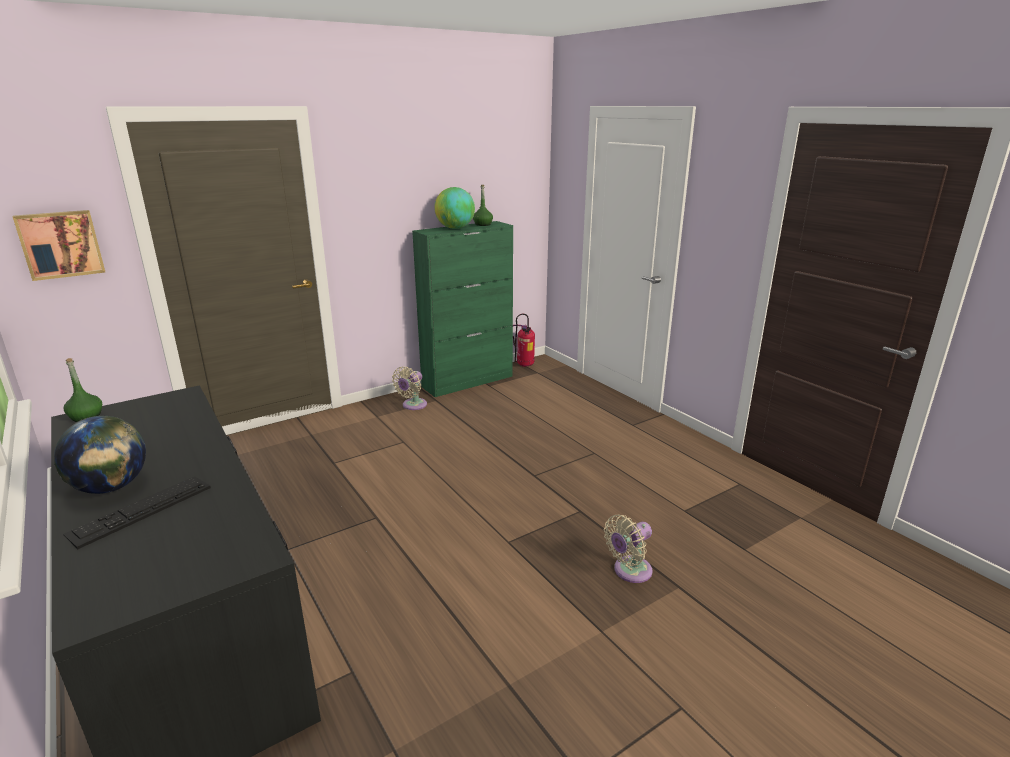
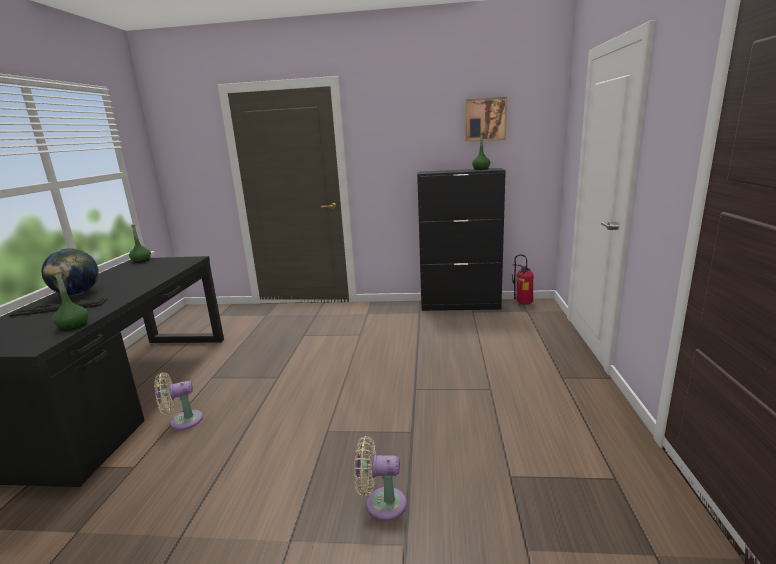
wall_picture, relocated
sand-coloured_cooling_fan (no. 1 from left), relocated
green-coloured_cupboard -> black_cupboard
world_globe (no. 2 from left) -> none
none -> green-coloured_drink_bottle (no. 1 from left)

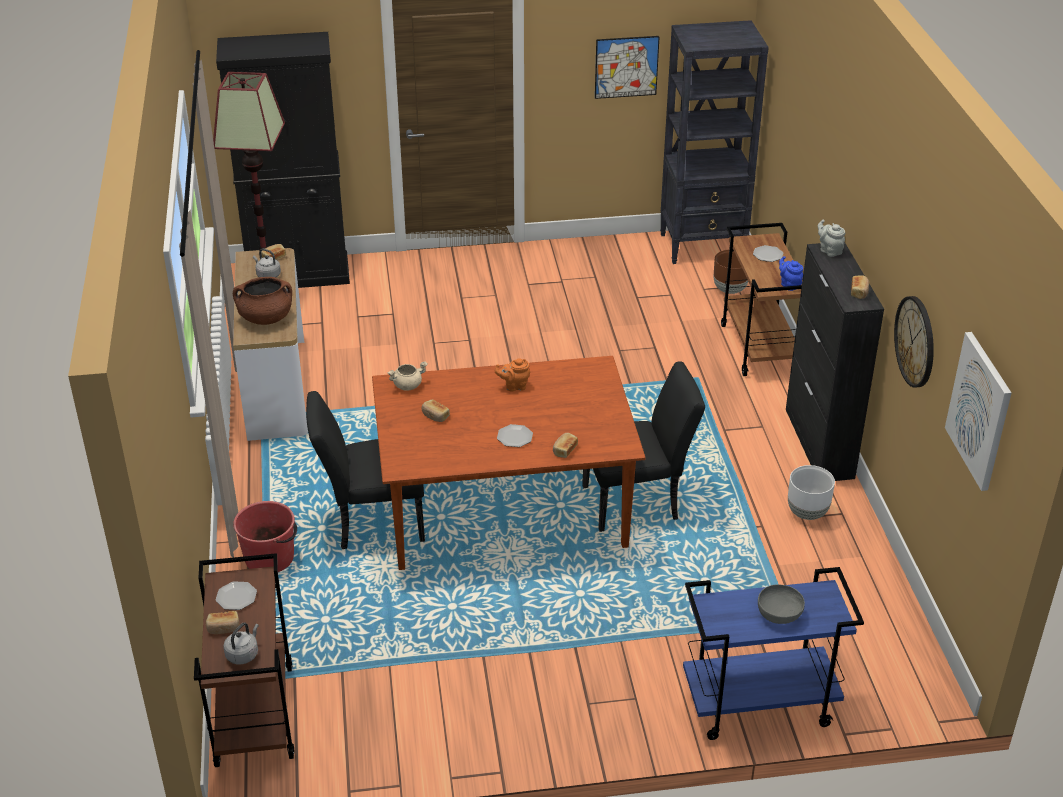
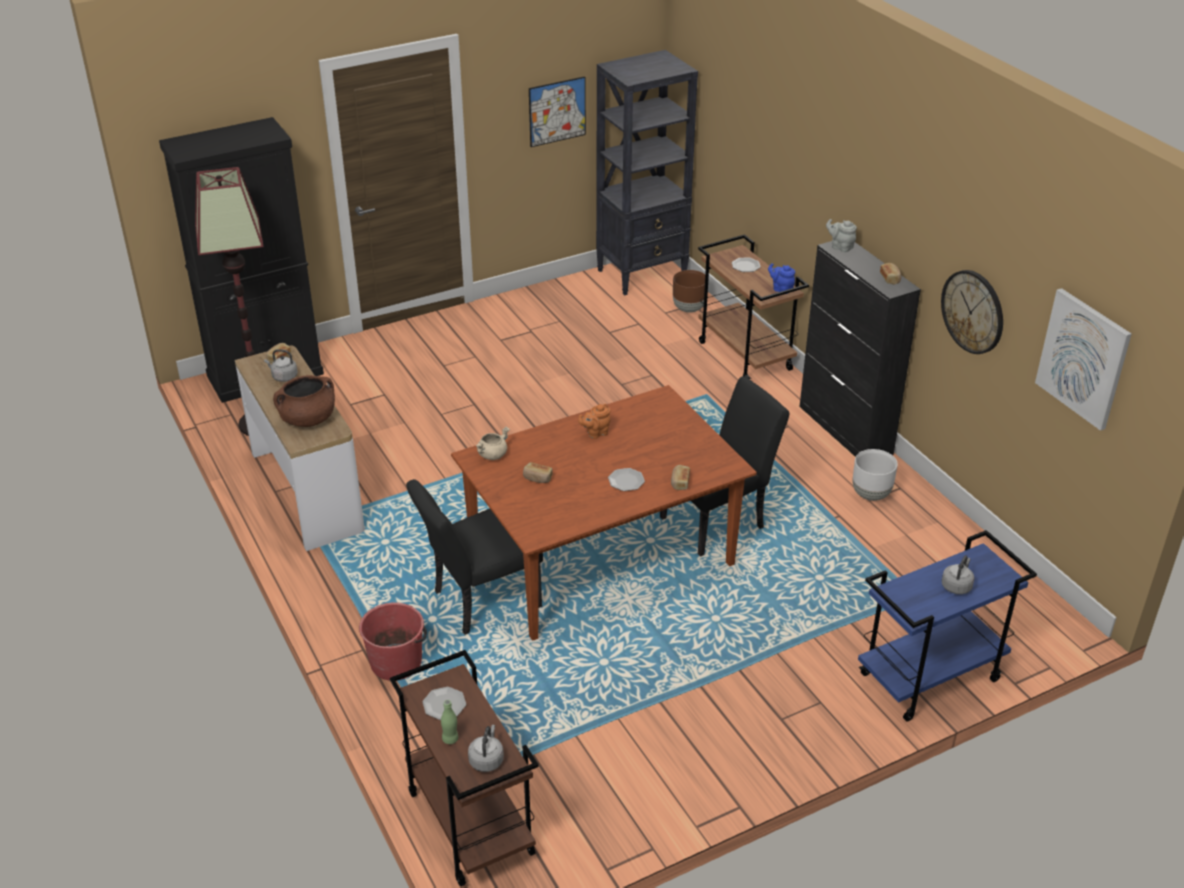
bread (no. 1 from left) -> green-coloured_drink_bottle
greyish_serving_bowl -> greyish_water_kettle (no. 3 from left)

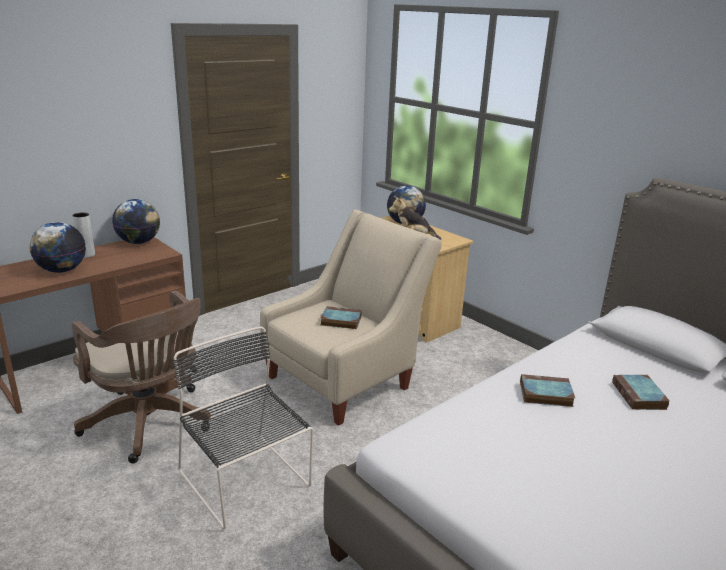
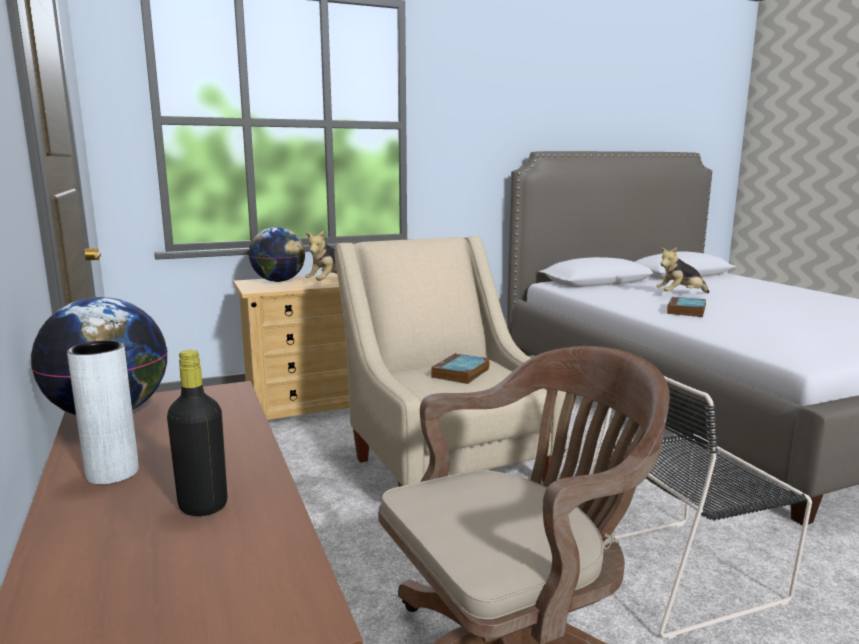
world_globe (no. 1 from left) -> black_drink_bottle
volume (no. 3 from left) -> plush_toy (no. 2 from left)

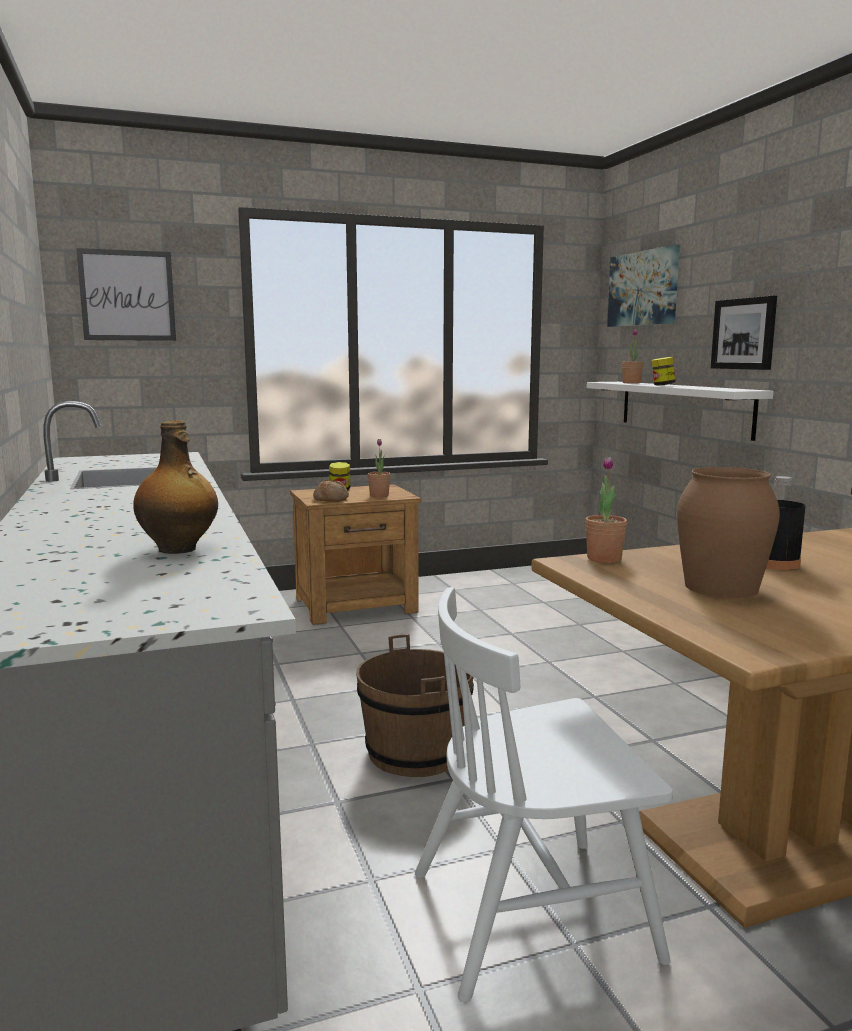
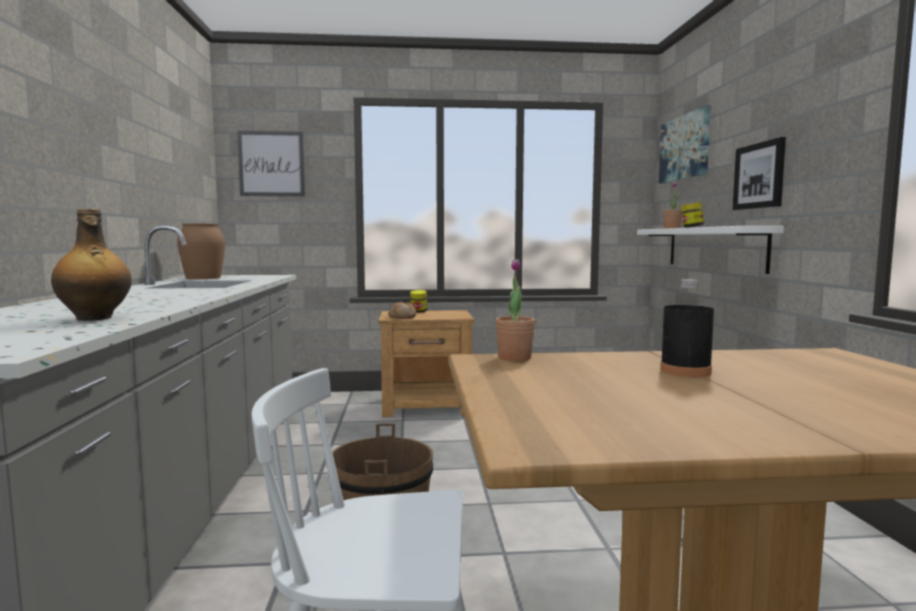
plant_in_a_pot (no. 1 from left) -> none
brownish_flower_vase, relocated

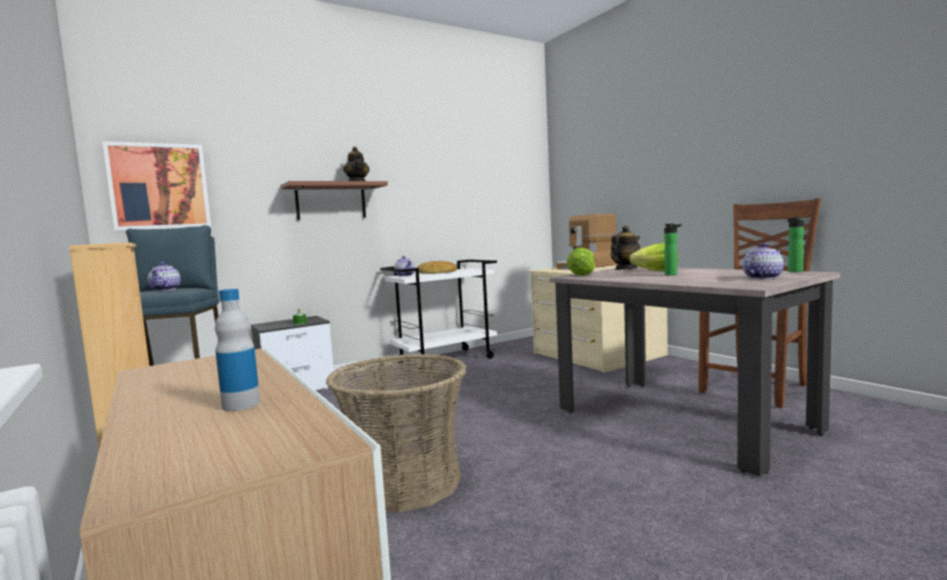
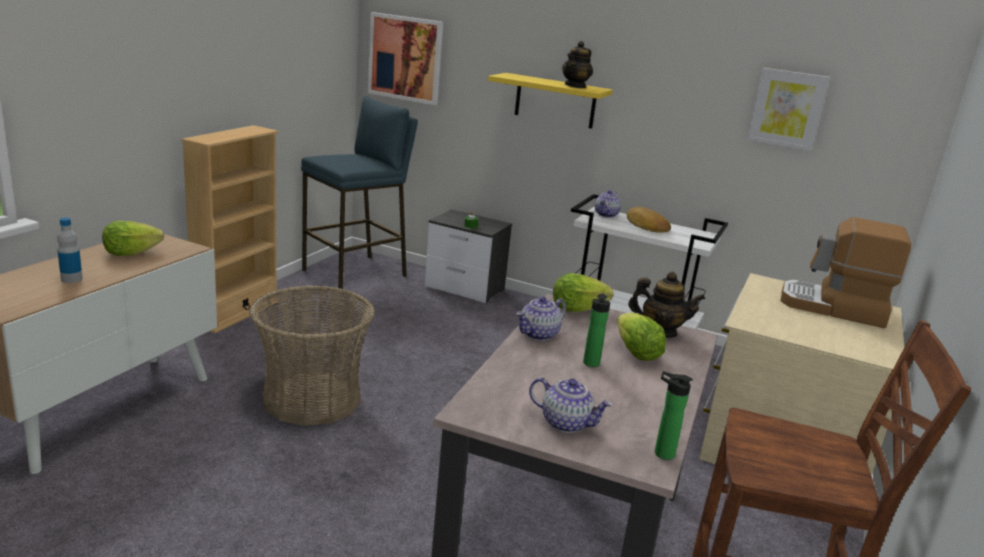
tea_pot (no. 1 from left), relocated
brownish_shelf -> yellowish_shelf
none -> lettuce_head (no. 1 from left)
none -> wall_picture (no. 2 from left)

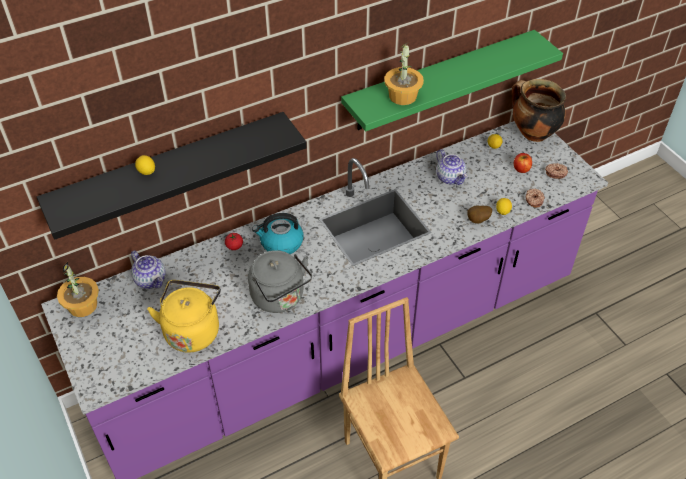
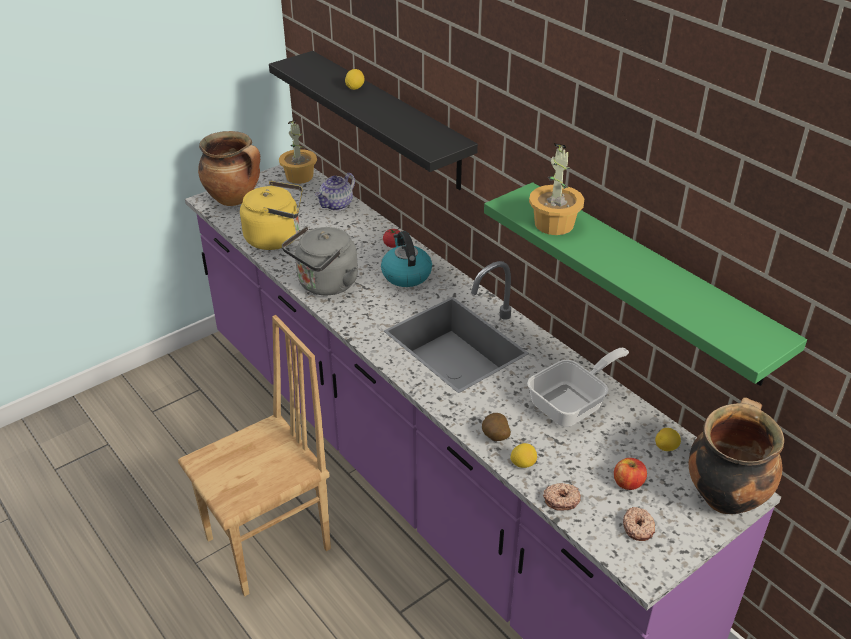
tea_pot (no. 2 from left) -> skillet
none -> cooking_pot (no. 1 from left)

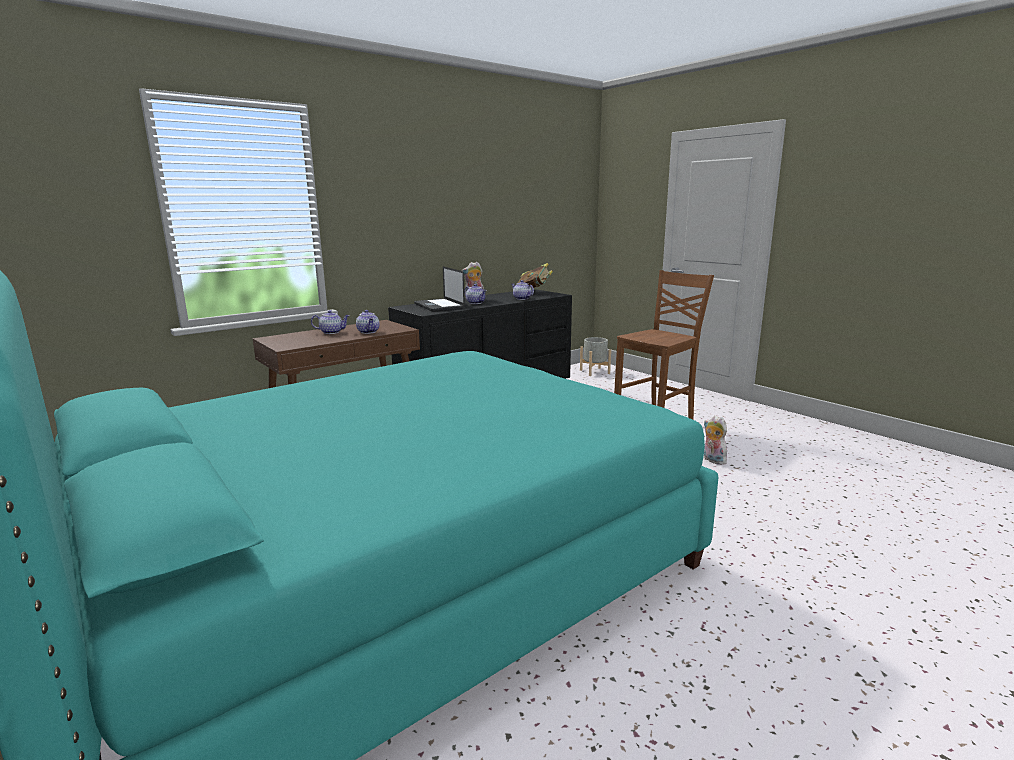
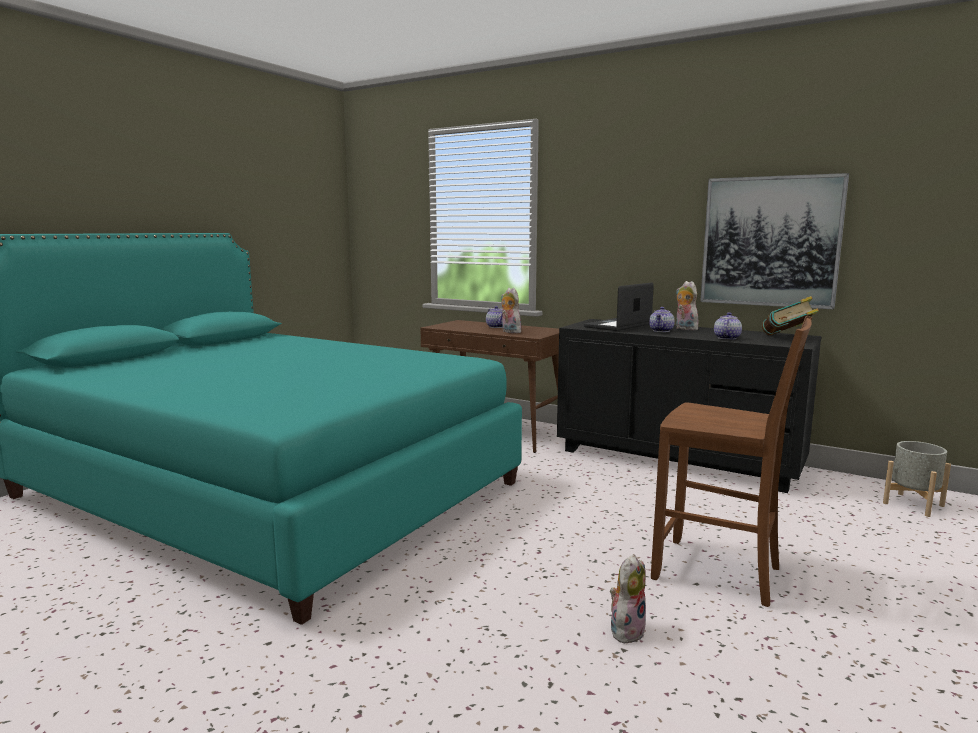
tea_pot (no. 2 from left) -> plush_toy (no. 1 from left)
none -> wall_picture

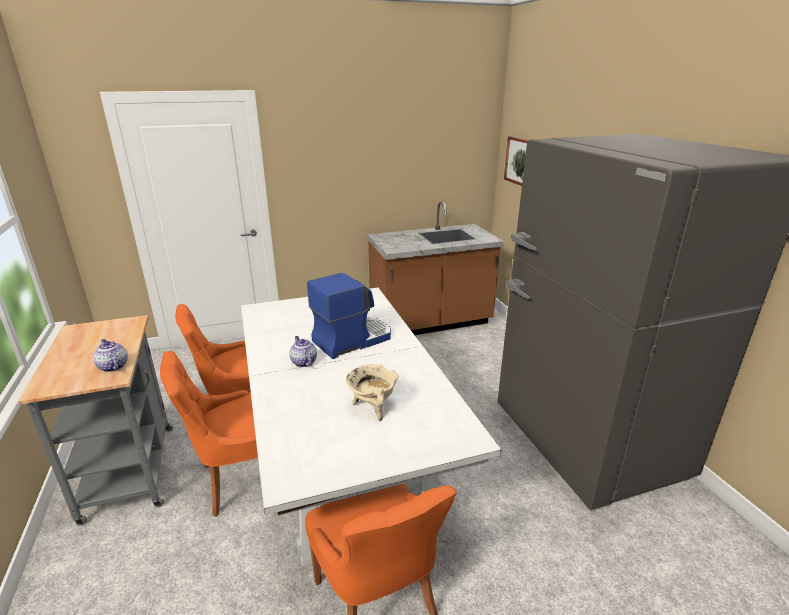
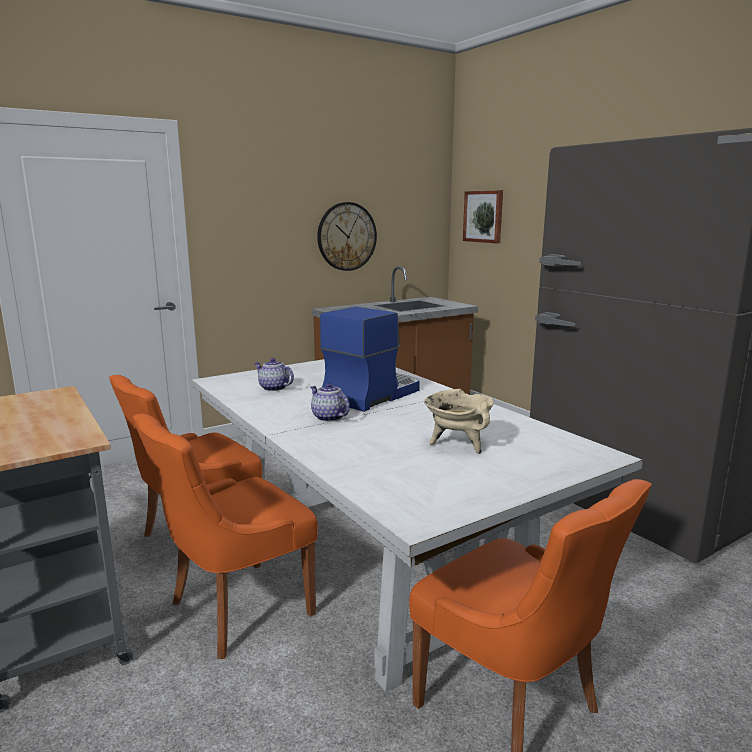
tea_pot (no. 1 from left), relocated
none -> hanging_clock

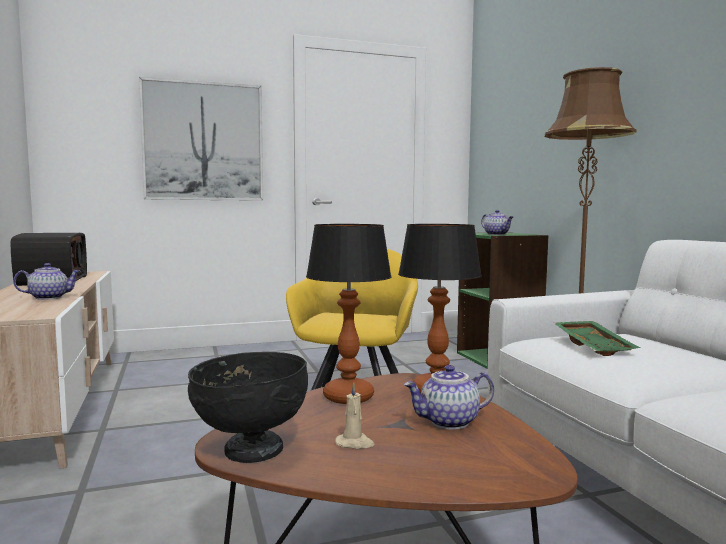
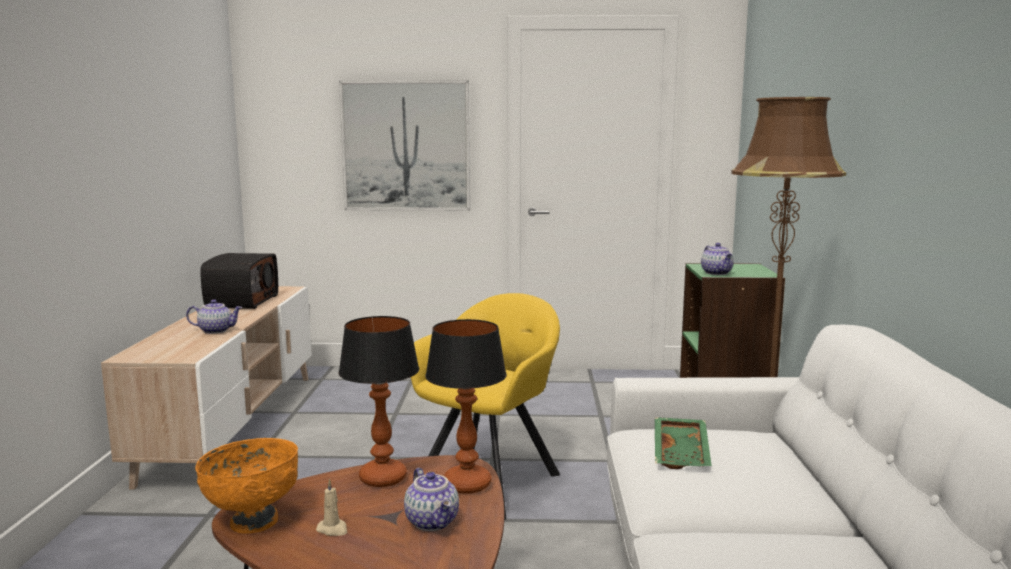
black_serving_bowl -> orangey_serving_bowl
tea_pot (no. 2 from left), 120 degrees counterclockwise

